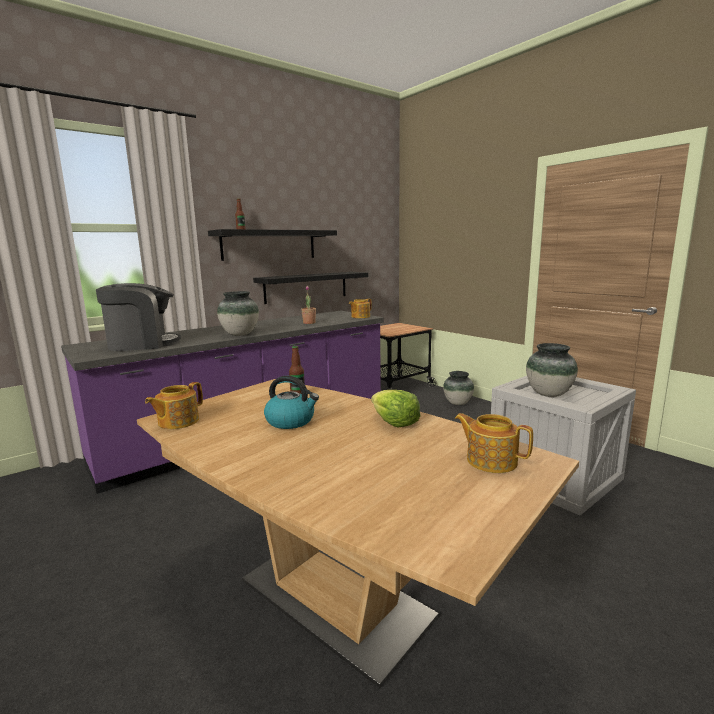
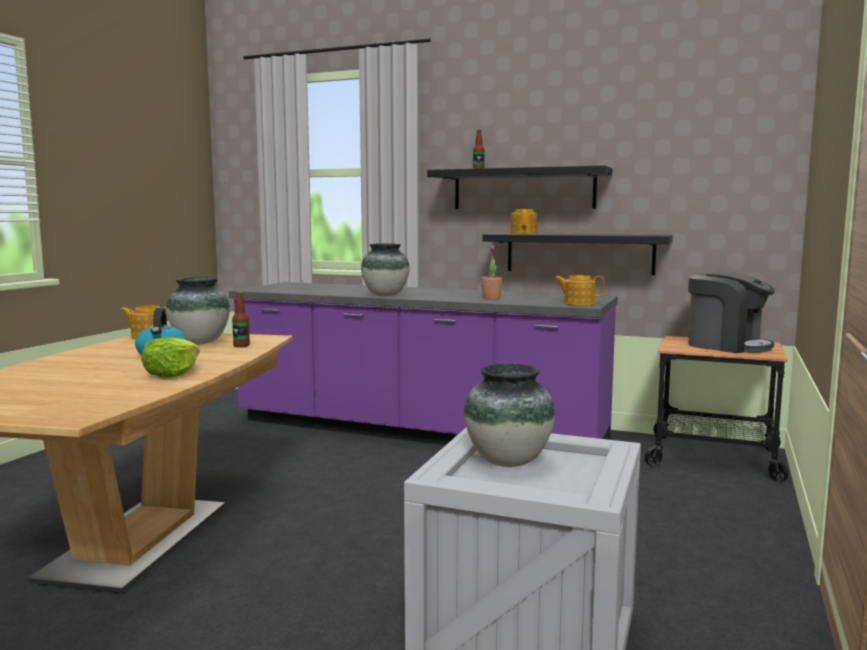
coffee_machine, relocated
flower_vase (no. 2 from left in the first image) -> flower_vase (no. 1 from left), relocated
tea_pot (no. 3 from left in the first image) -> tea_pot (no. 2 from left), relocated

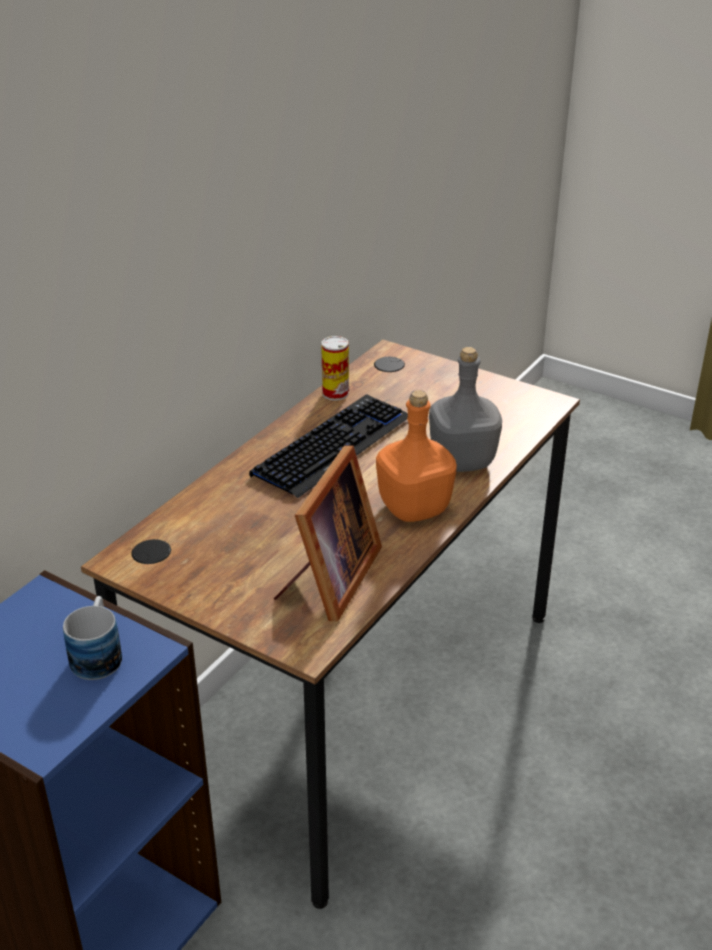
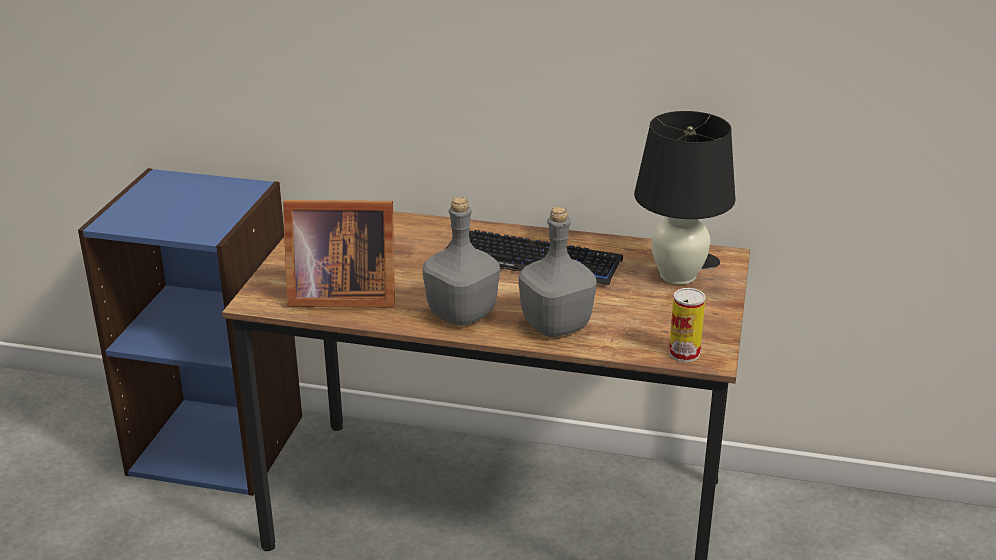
tea_mug -> none
can, relocated
orangey_drink_bottle -> greyish_drink_bottle (no. 1 from left)
none -> black_tabletop_lamp

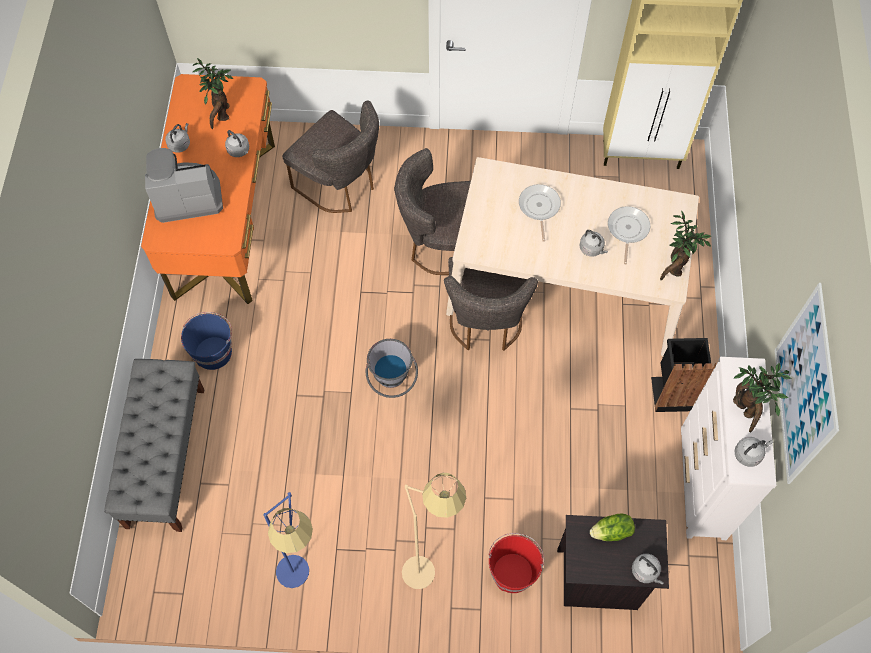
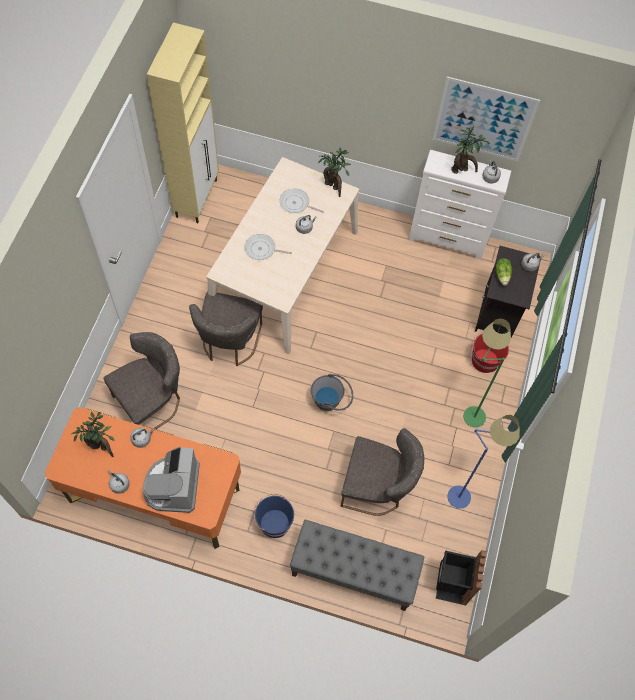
sand-coloured_standard_lamp -> green-coloured_standard_lamp
greyish_upright_chair (no. 3 from left), relocated
black_rubbish_bin, relocated

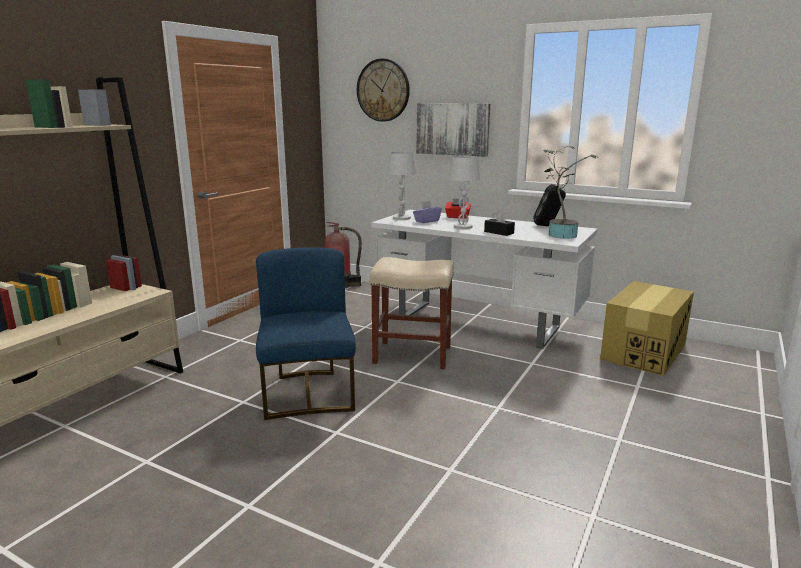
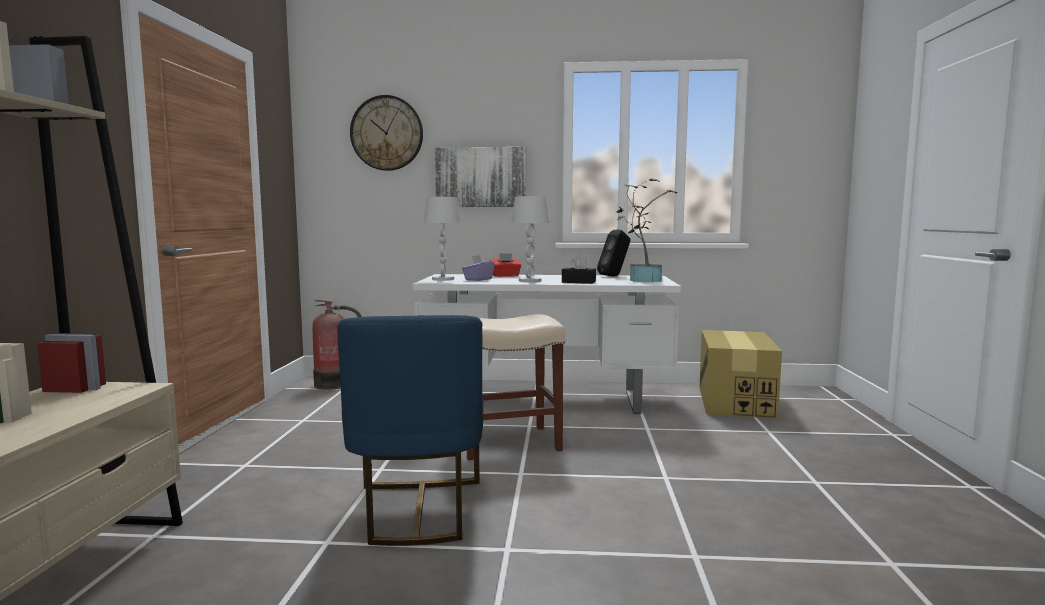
blue_upright_chair, 150 degrees counterclockwise

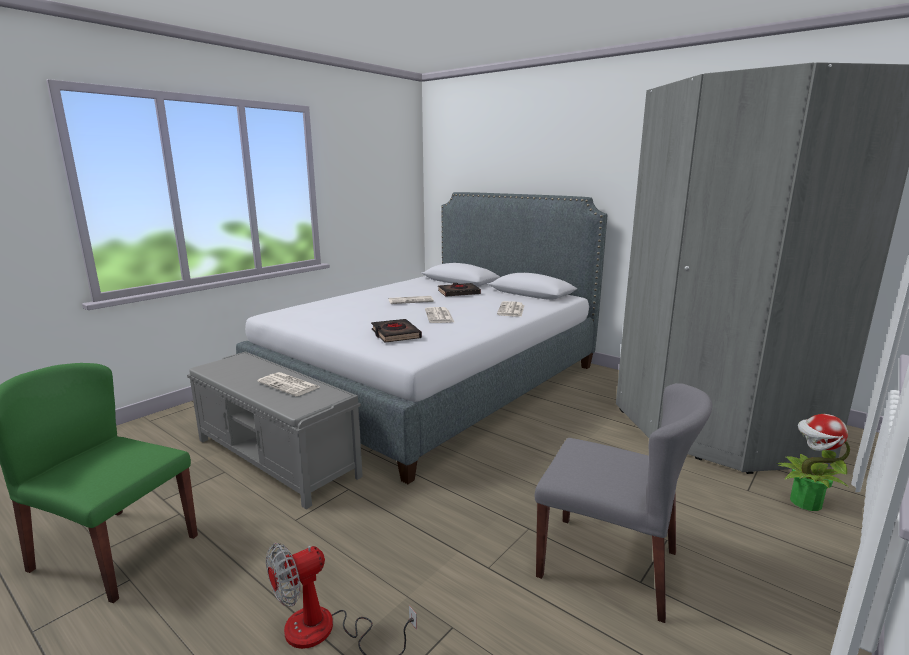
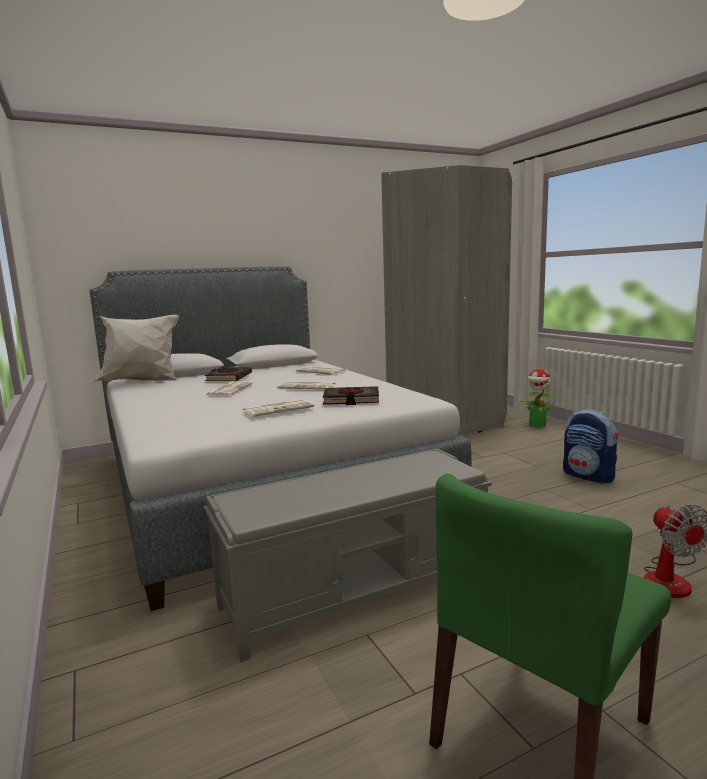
daily_paper (no. 1 from left in the first image) -> daily_paper (no. 2 from left), relocated
greyish_upright_chair -> backpack
none -> white-coloured_cushion

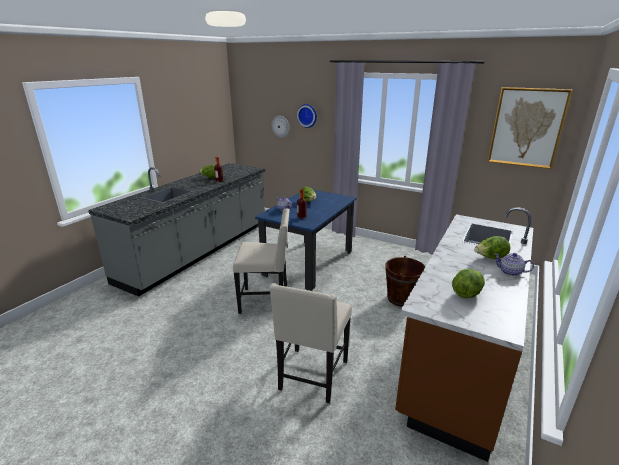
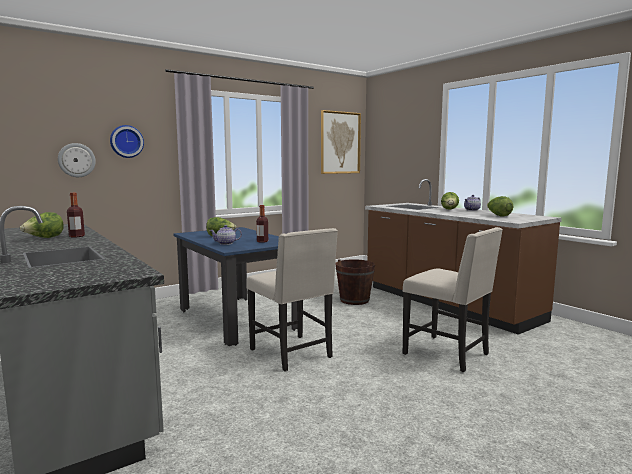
sand-coloured_upright_chair (no. 1 from left), 120 degrees clockwise

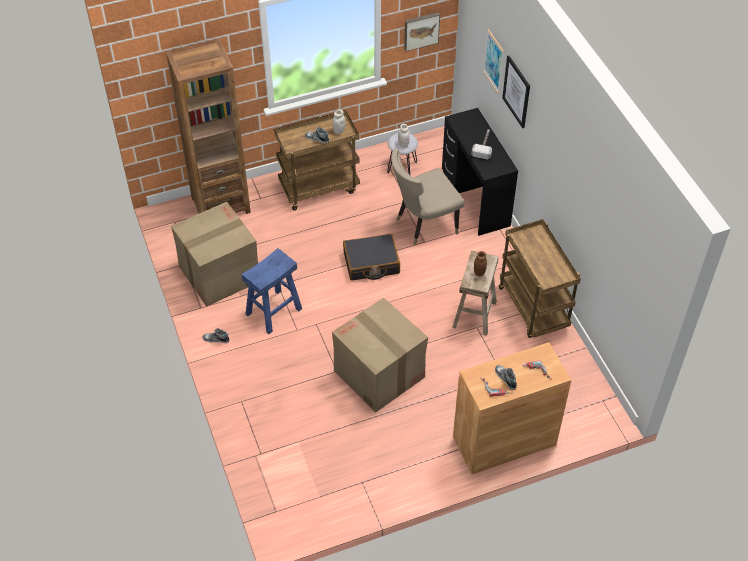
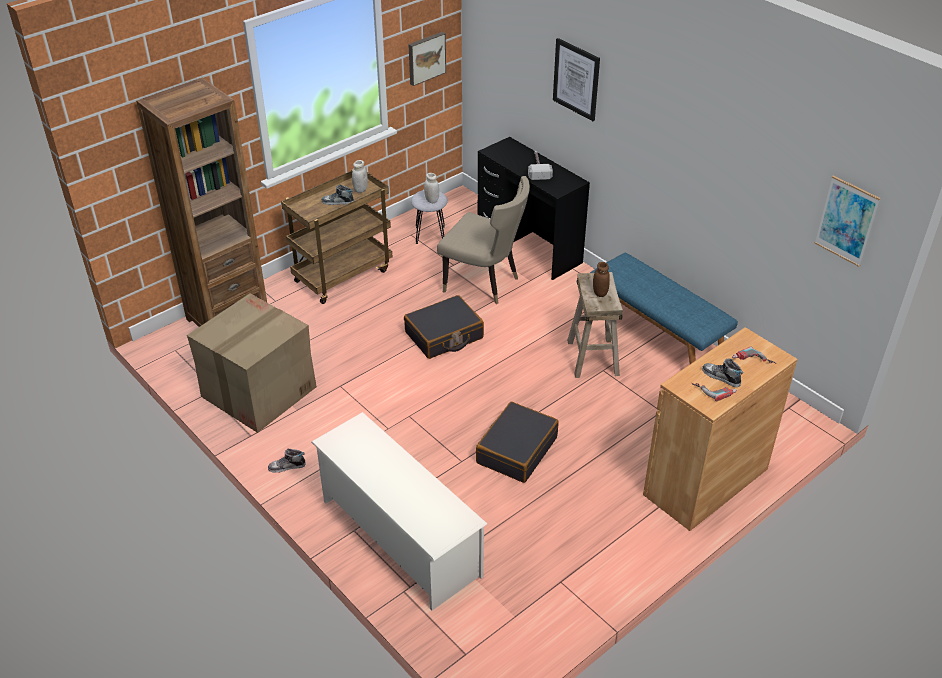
blue_sitting_stool -> none
packing_box (no. 2 from left) -> black_suitcase (no. 2 from left)
sand-coloured_upright_chair, 105 degrees counterclockwise
wall_picture (no. 2 from left in the first image) -> wall_picture (no. 3 from left), relocated
brownish_trolley (no. 2 from left) -> blue_long_seat
none -> white-coloured_shoe_stand

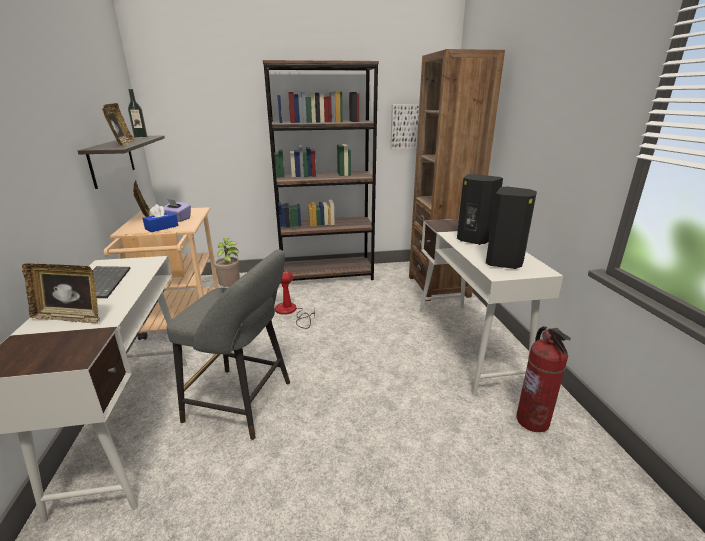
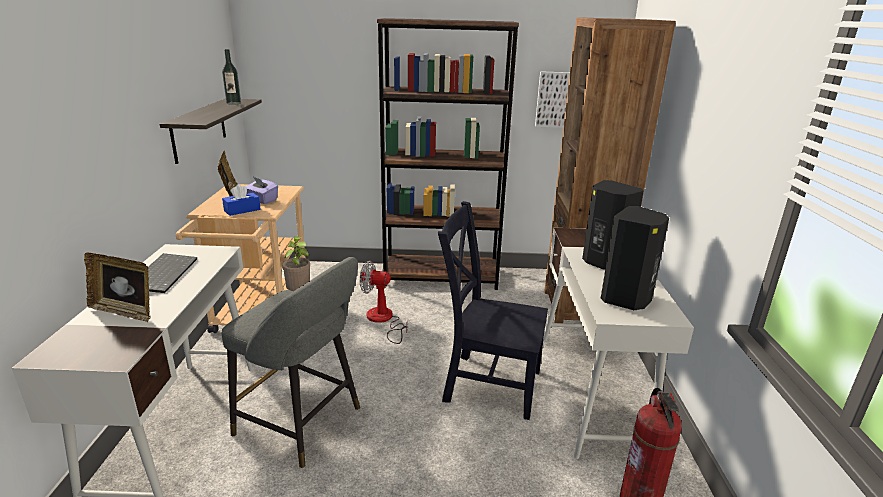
photo_frame (no. 2 from left) -> none
none -> black_upright_chair

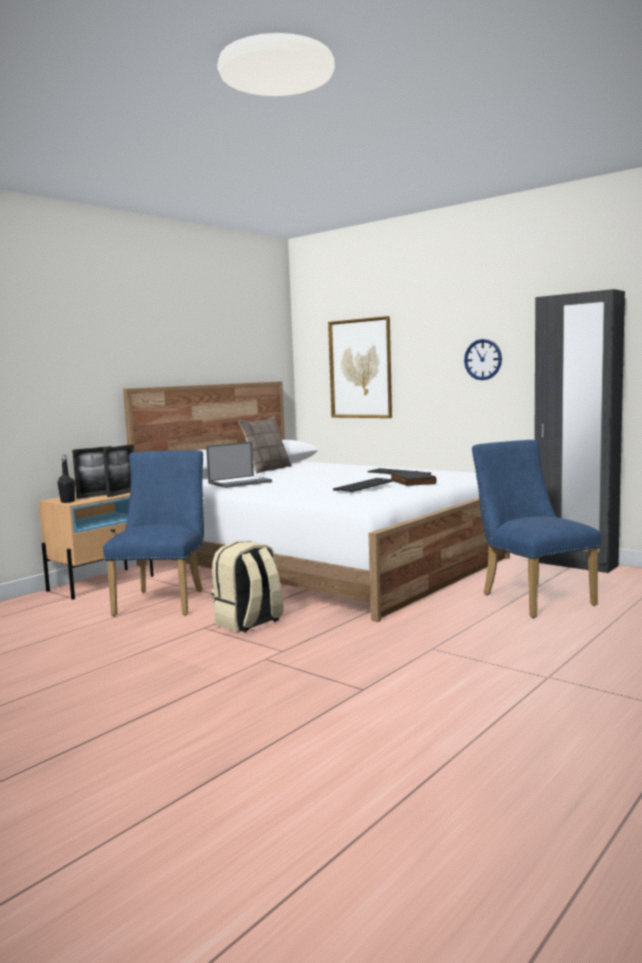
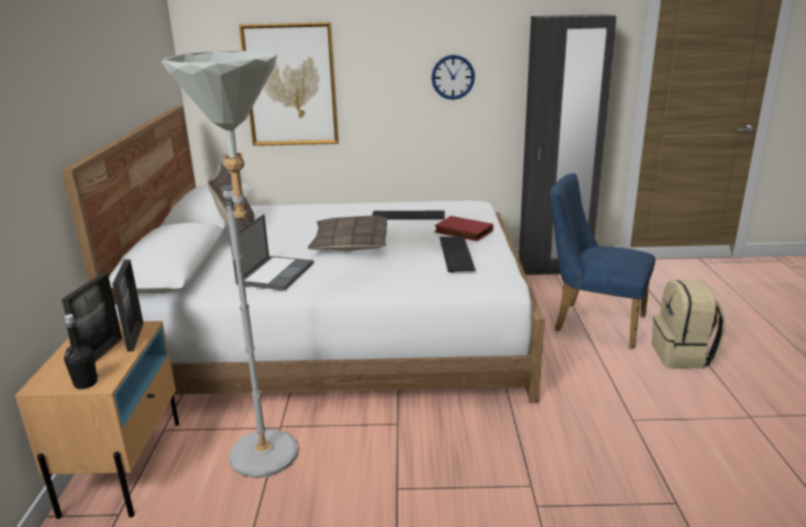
blue_upright_chair (no. 1 from left) -> greyish_standard_lamp
sand-coloured_backpack, relocated
black_volume -> reddish_volume
none -> cushion (no. 2 from left)

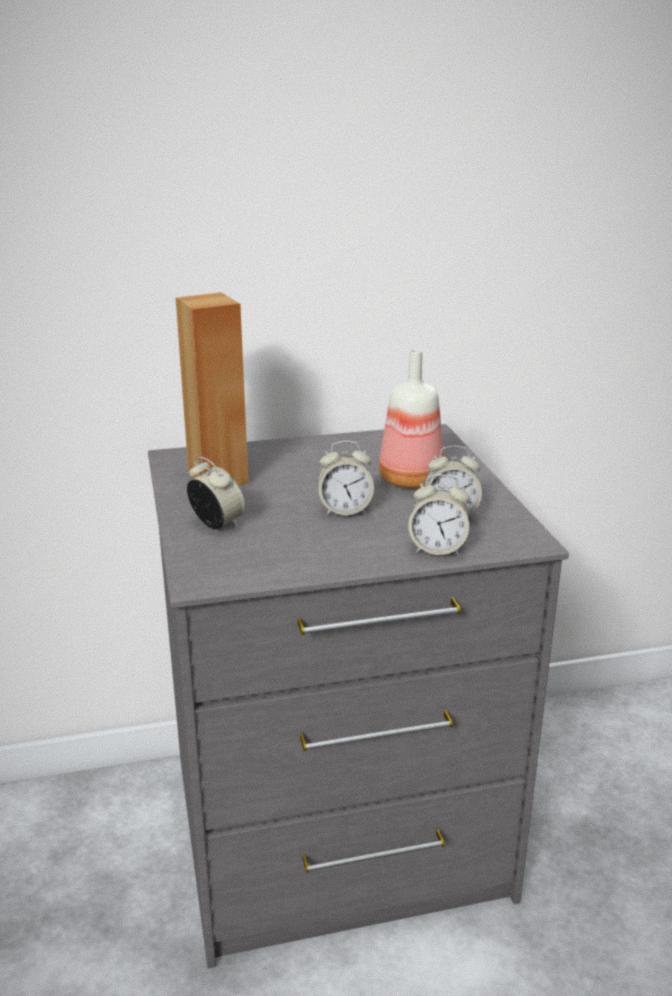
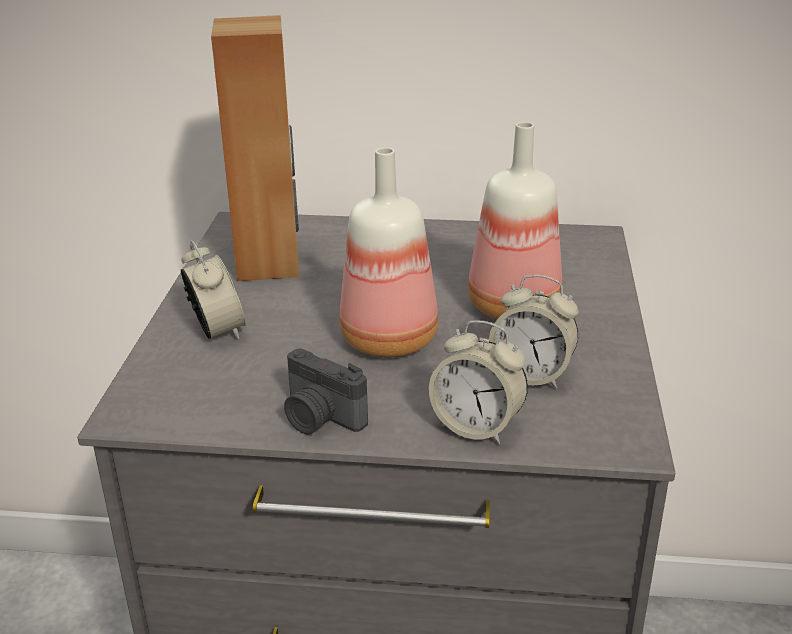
table_clock (no. 2 from left) -> drink_bottle (no. 1 from left)
none -> photo_camera

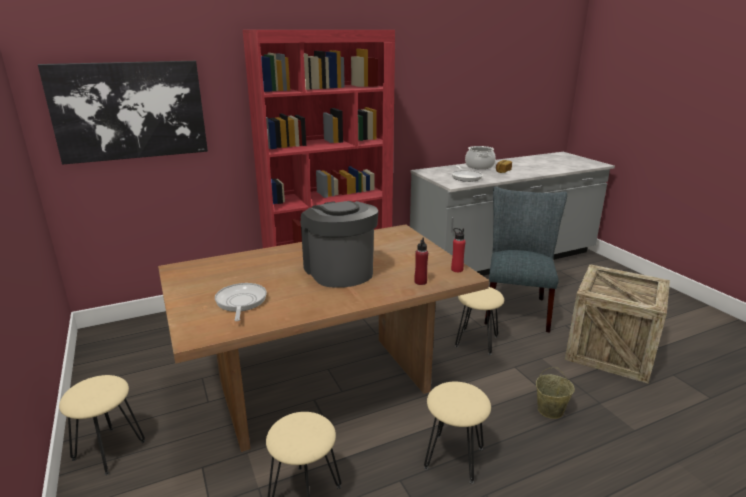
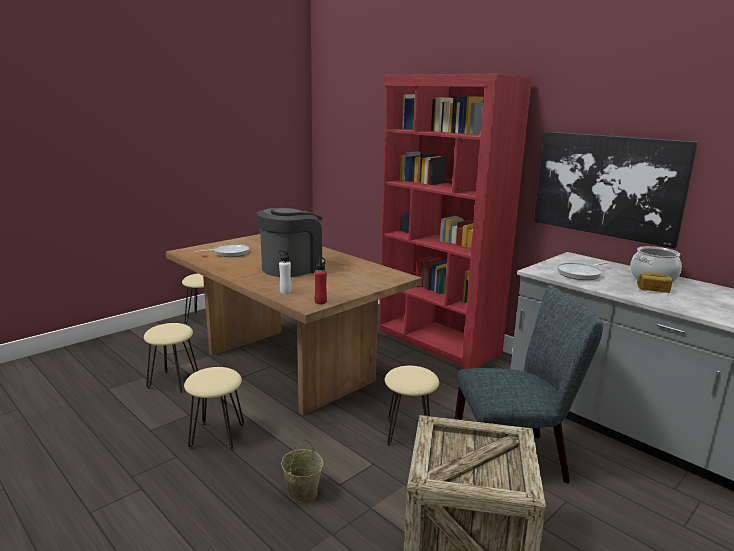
wall_picture, relocated
reddish_drink_bottle (no. 1 from left) -> white-coloured_drink_bottle

